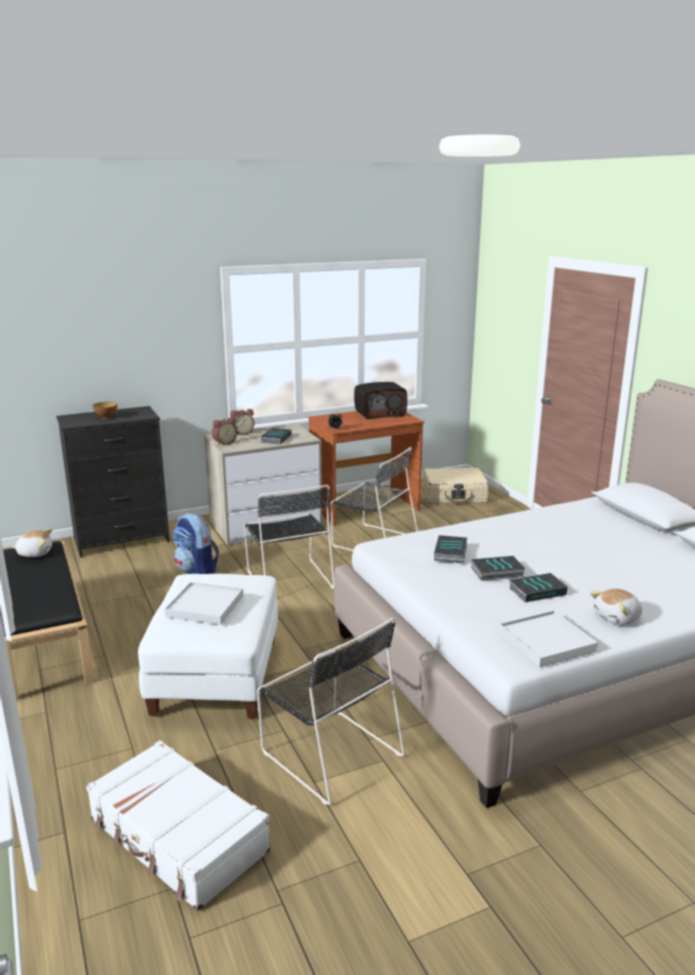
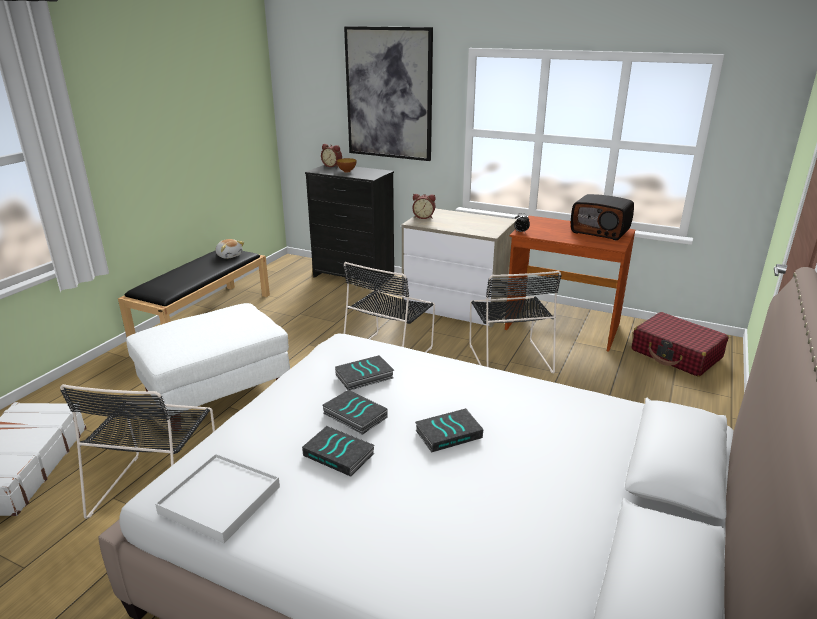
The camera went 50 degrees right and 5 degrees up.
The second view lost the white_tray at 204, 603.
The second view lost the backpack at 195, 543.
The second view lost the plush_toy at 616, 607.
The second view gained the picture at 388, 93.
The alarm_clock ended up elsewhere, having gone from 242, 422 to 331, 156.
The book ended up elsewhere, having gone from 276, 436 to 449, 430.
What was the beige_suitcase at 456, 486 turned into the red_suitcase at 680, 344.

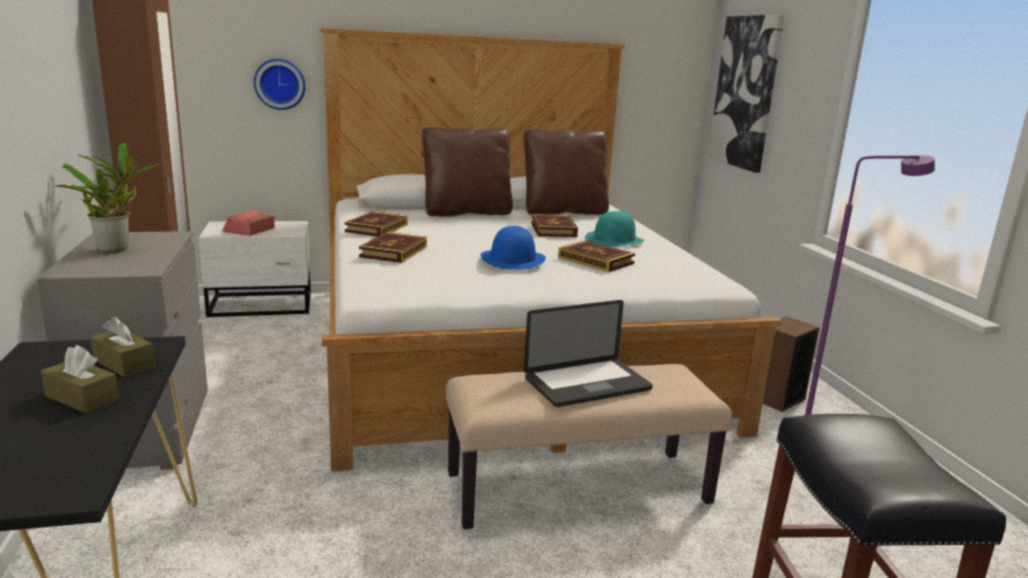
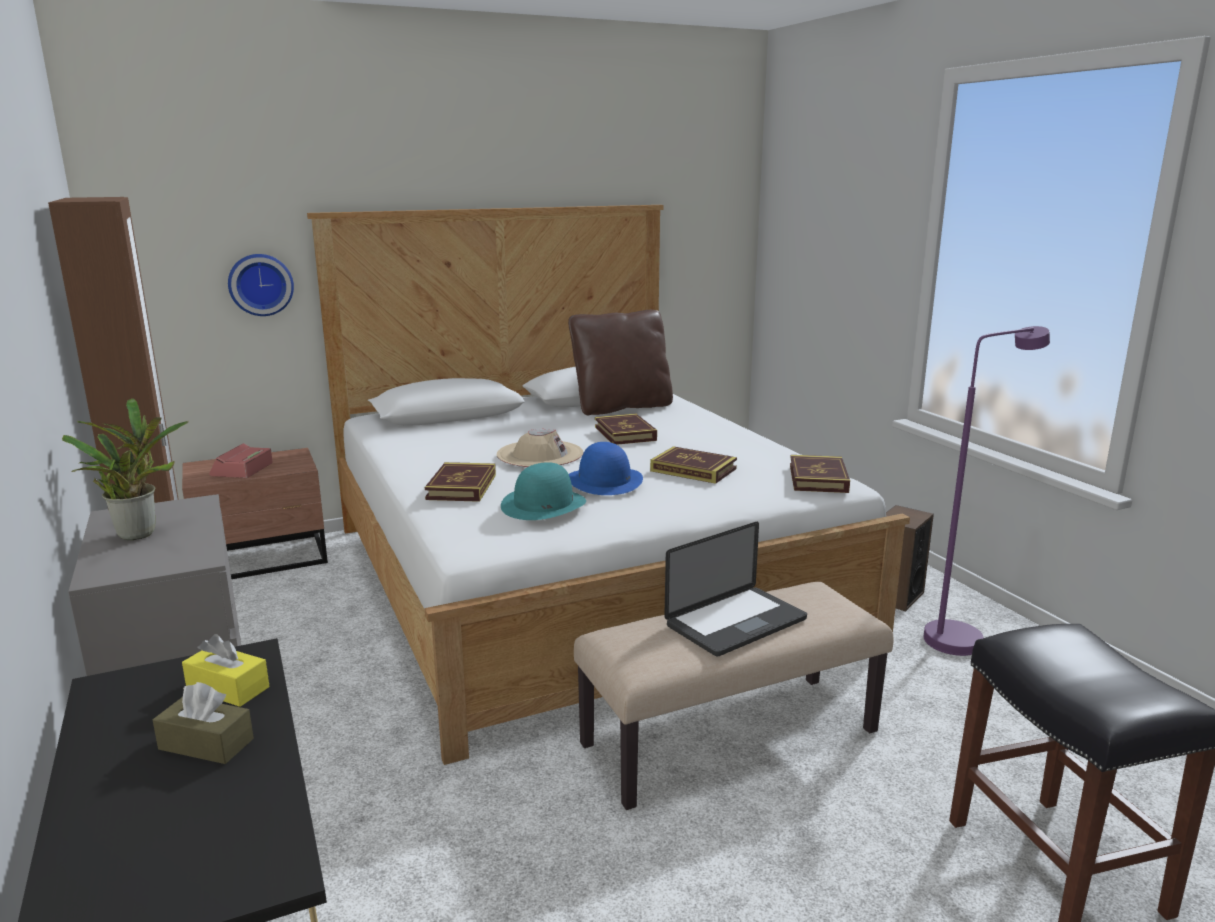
The camera went 10 degrees left and 0 degrees up.
The second view lost the brown_pillow at 467, 171.
The second view lost the picture at 746, 93.
The second view gained the beige_hat at 539, 448.
The book ended up elsewhere, having gone from 376, 224 to 820, 474.
The turquoise_hat ended up elsewhere, having gone from 614, 229 to 543, 491.
What was the brown_tissue_box at 123, 347 turned into the yellow_tissue_box at 225, 670.
What was the white_nightstand at 254, 269 turned into the brown_nightstand at 255, 513.

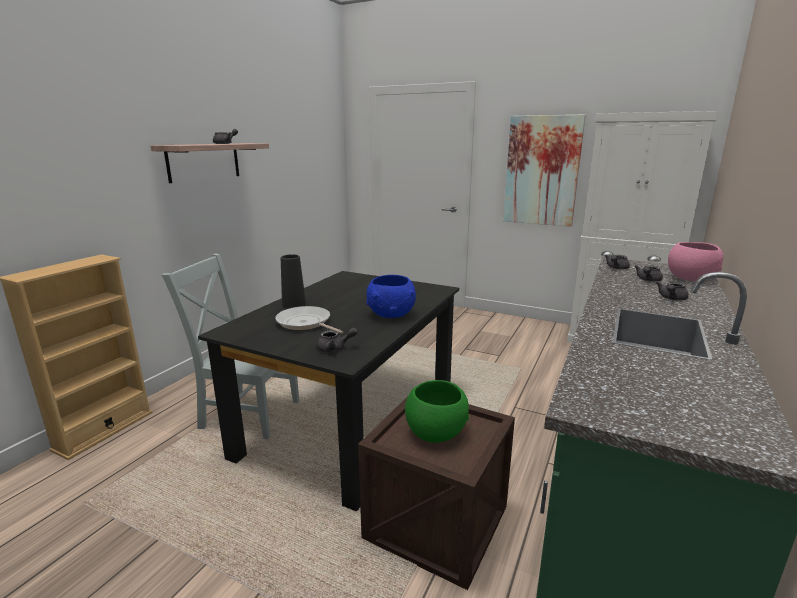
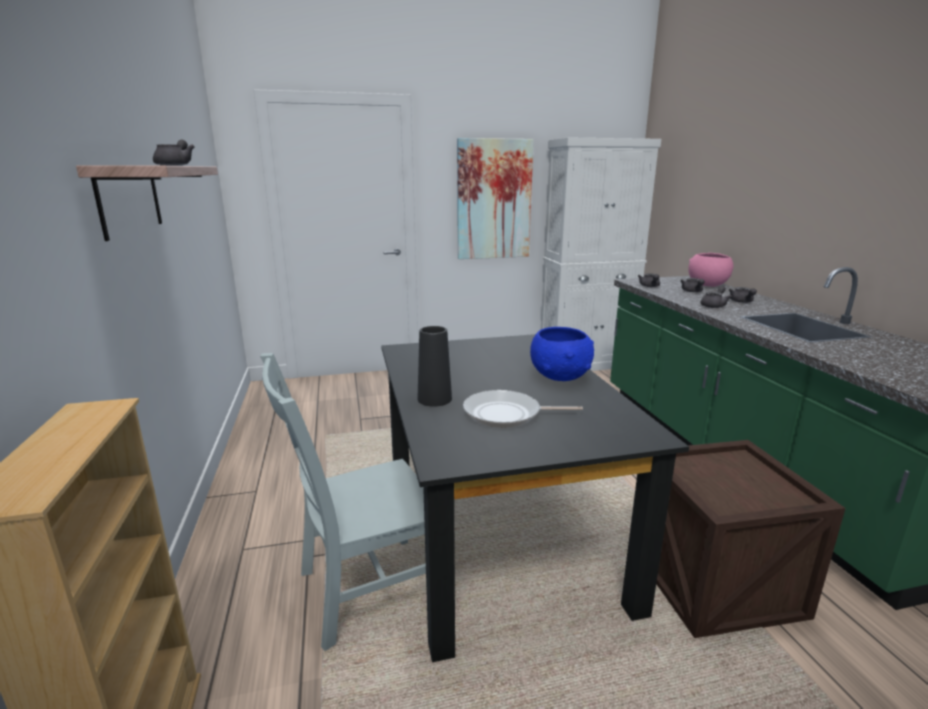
The camera went 40 degrees left and 0 degrees up.
The second view lost the green_bowl at 437, 411.
The grey_teapot ended up elsewhere, having gone from 337, 340 to 716, 297.

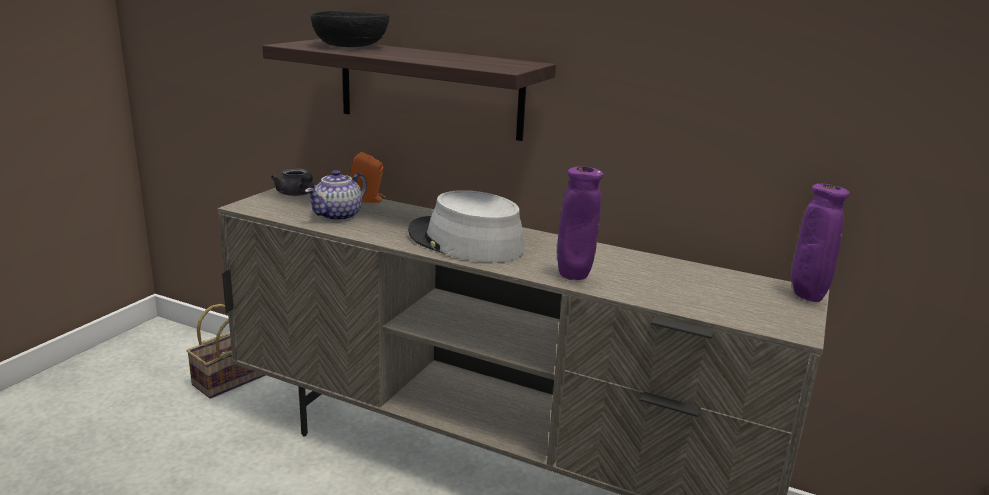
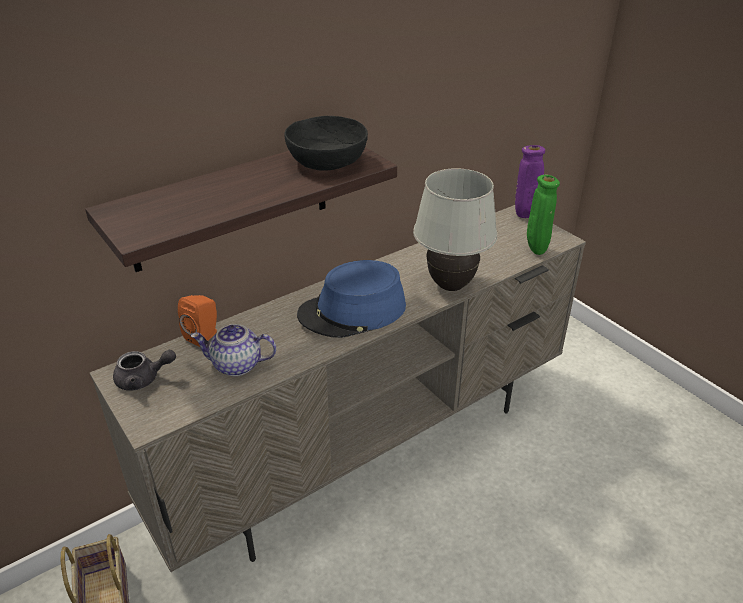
The camera went 60 degrees left and 15 degrees up.
The second view gained the green_vase at 543, 215.
The black_bowl ended up elsewhere, having gone from 350, 29 to 326, 143.
Where the purple_vase stood at 580, 223, the white_table_lamp came to stand at 455, 229.
What was the grey_hat at 466, 226 turned into the blue_hat at 351, 299.
The teapot at 336, 195 ended up facing another way, 120 degrees clockwise from before.

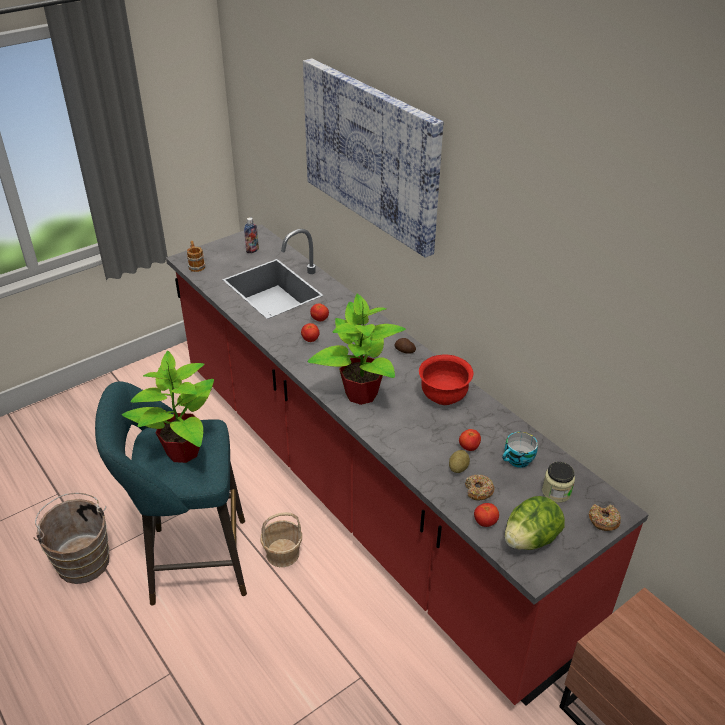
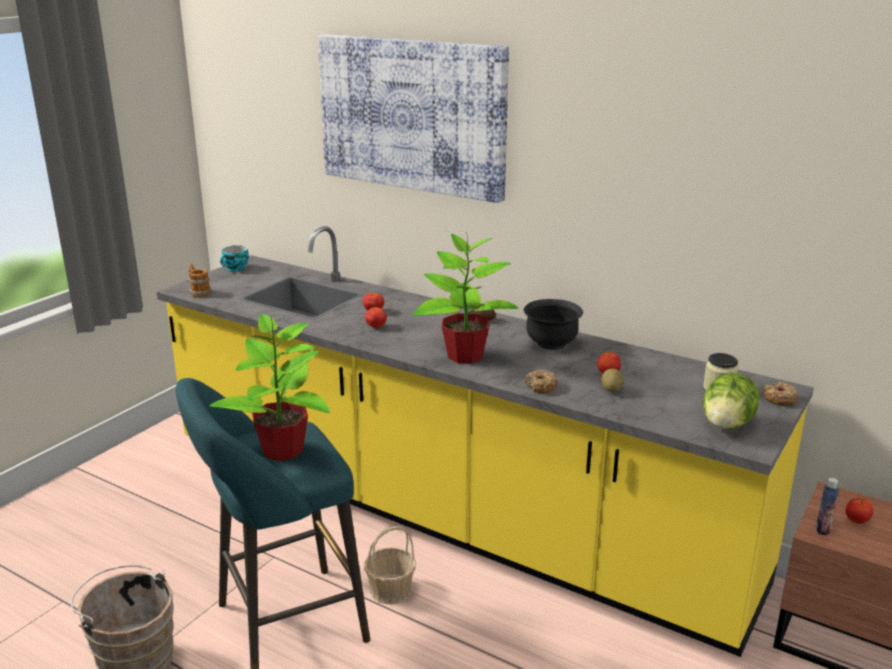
The camera went 20 degrees left and 15 degrees down.
The bottle ended up elsewhere, having gone from 251, 235 to 827, 507.
The donut ended up elsewhere, having gone from 479, 487 to 541, 381.
The tomato ended up elsewhere, having gone from 486, 515 to 859, 511.
The cup ended up elsewhere, having gone from 520, 450 to 234, 258.
What was the red_counter at 407, 465 turned into the yellow_counter at 485, 441.
What was the red_bowl at 446, 380 turned into the black_bowl at 553, 324.

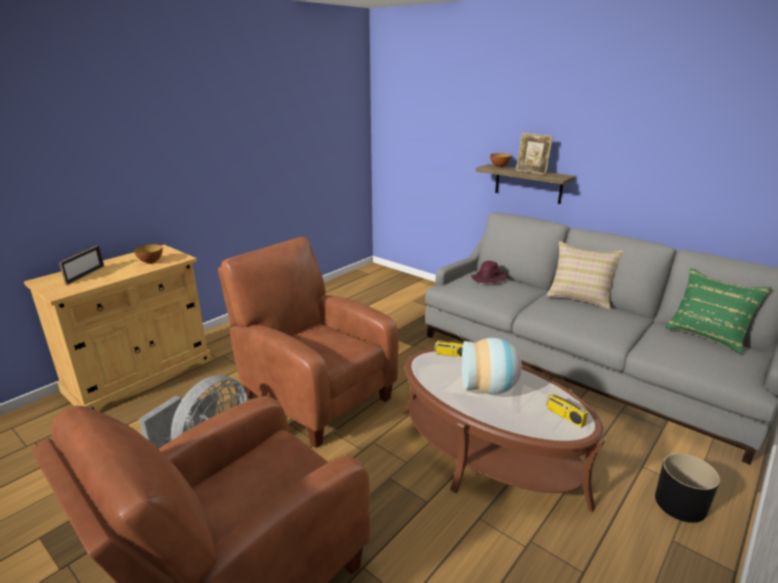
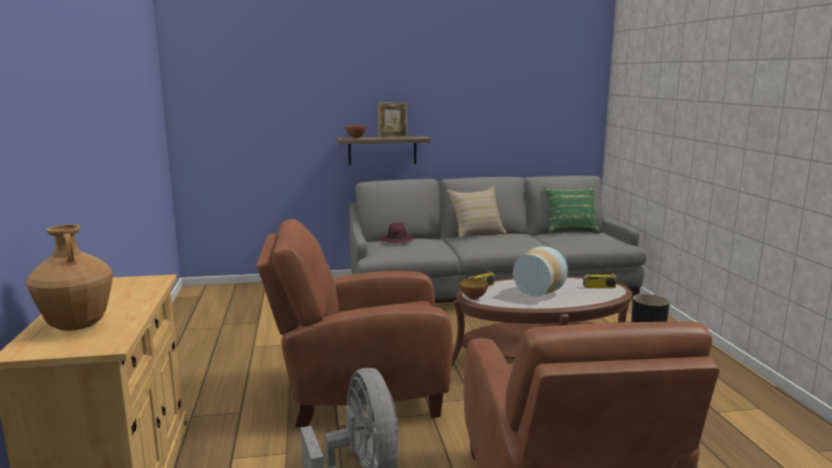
The camera went 50 degrees left and 10 degrees down.
The bowl ended up elsewhere, having gone from 148, 254 to 474, 289.
Where the picture_frame stood at 81, 265, the brown_vase came to stand at 69, 277.

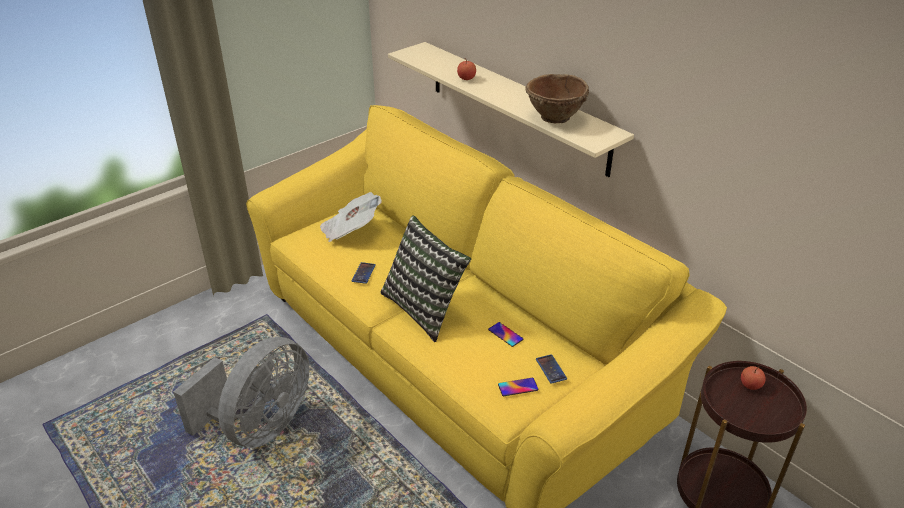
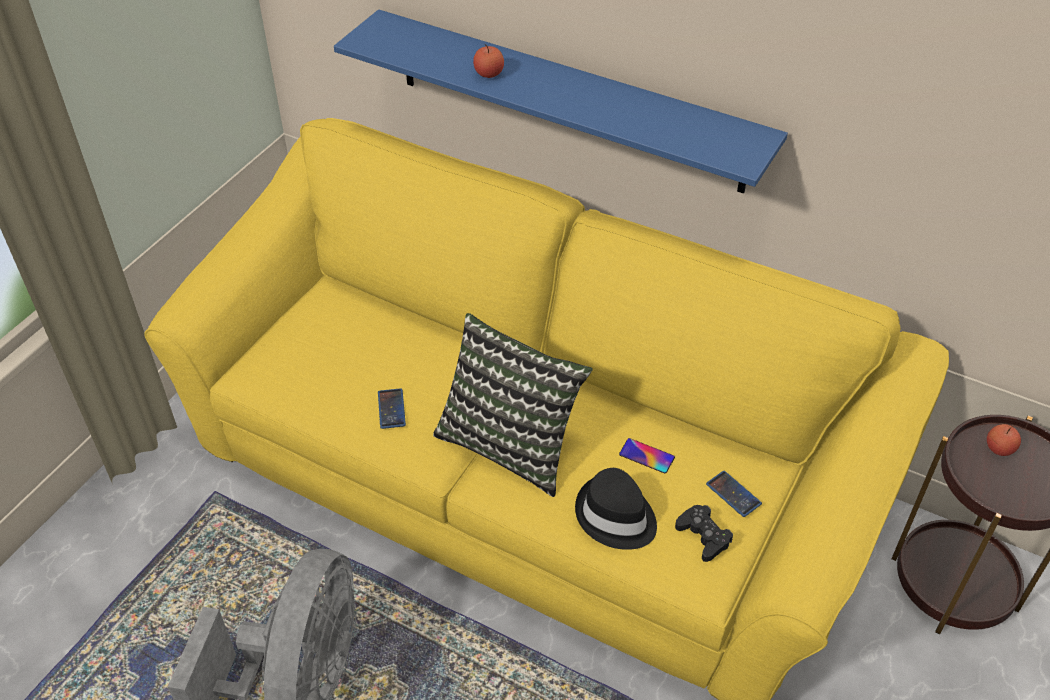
The camera went 20 degrees left and 10 degrees up.
The second view lost the newspaper at 351, 217.
The second view lost the brown_bowl at 557, 98.
The second view gained the black_hat at 616, 509.
Where the phone stood at 518, 387, the black_game_controller came to stand at 704, 533.
What was the beige_shelf at 511, 109 turned into the blue_shelf at 561, 101.

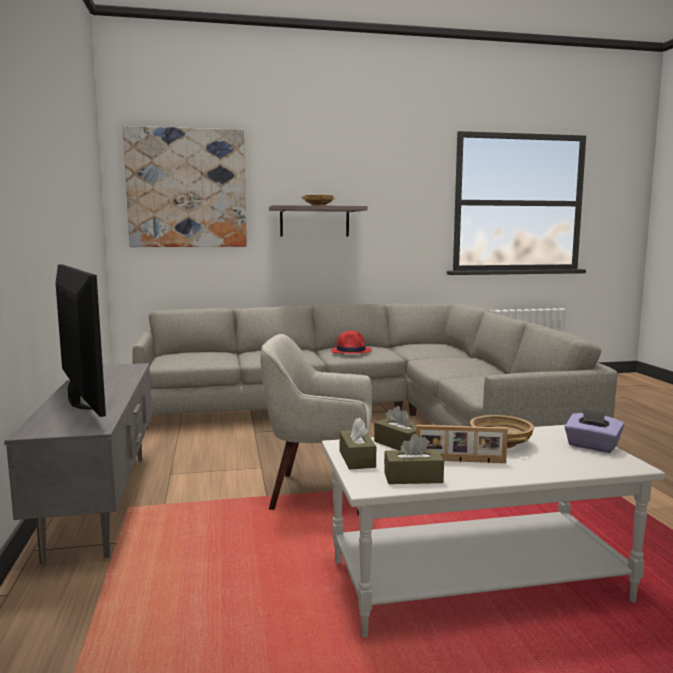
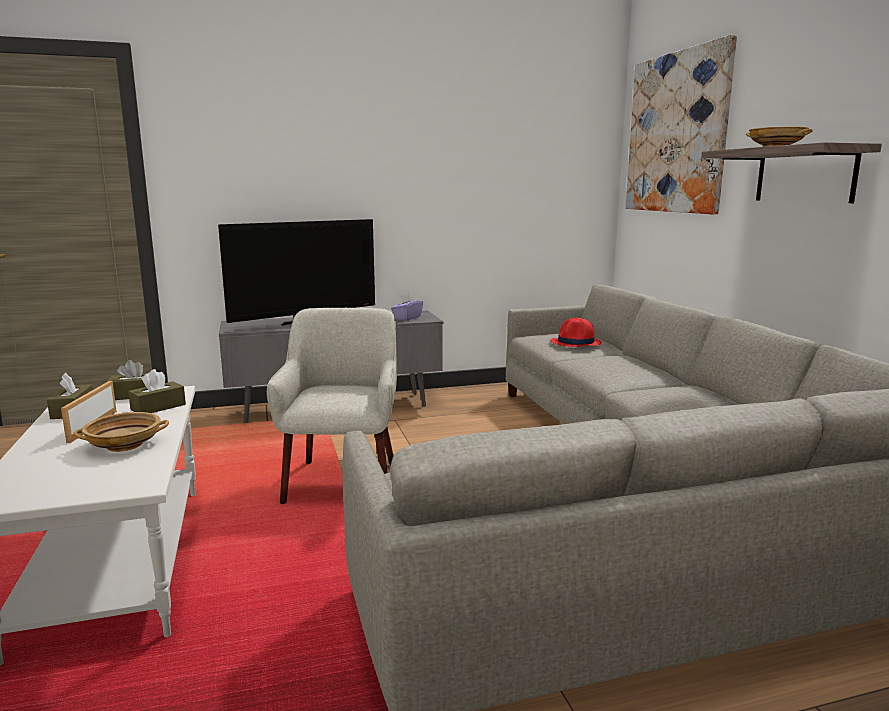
The camera went 85 degrees right and 5 degrees up.
The red_hat ended up elsewhere, having gone from 351, 342 to 575, 332.
The purple_tissue_box ended up elsewhere, having gone from 594, 430 to 407, 307.

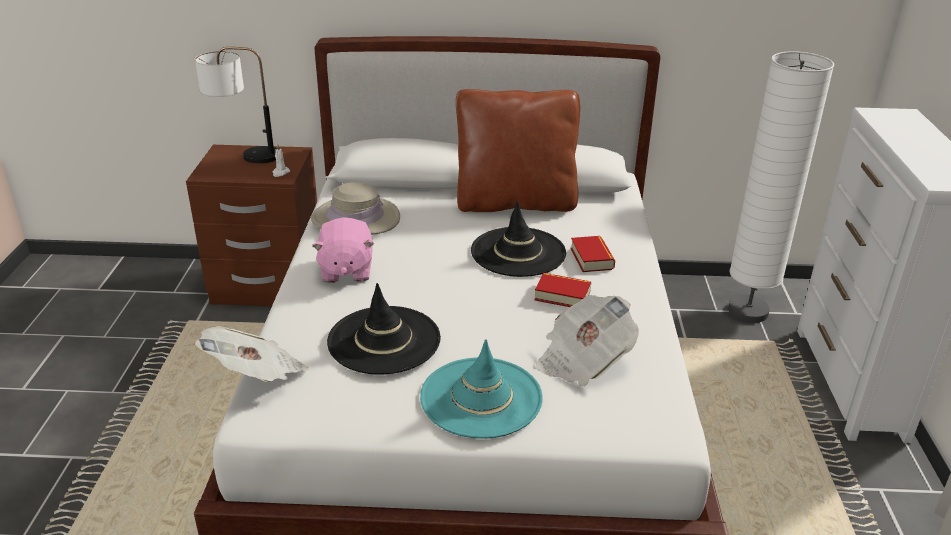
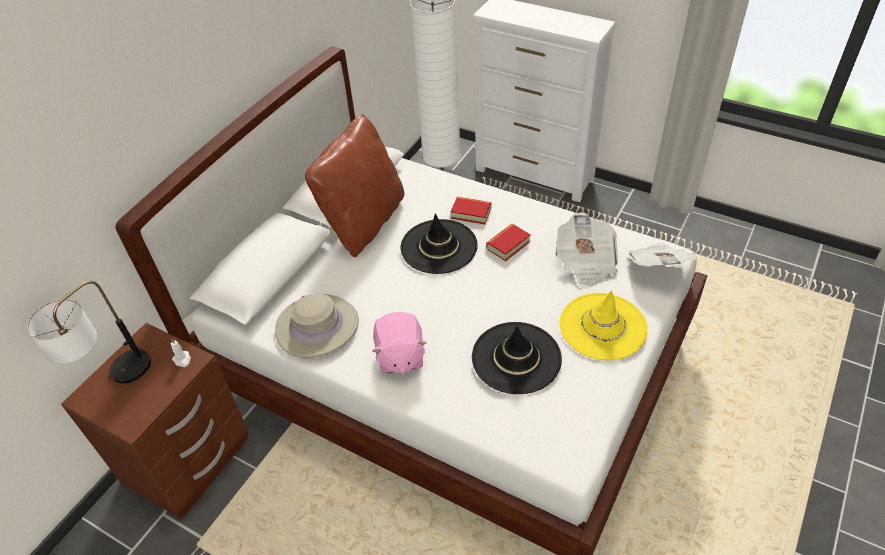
The camera went 60 degrees left and 15 degrees up.
The newspaper ended up elsewhere, having gone from 251, 354 to 662, 255.
What was the turquoise_hat at 481, 389 turned into the yellow_hat at 604, 325.
The pink_plush_toy at 343, 250 ended up facing another way, 60 degrees clockwise from before.

